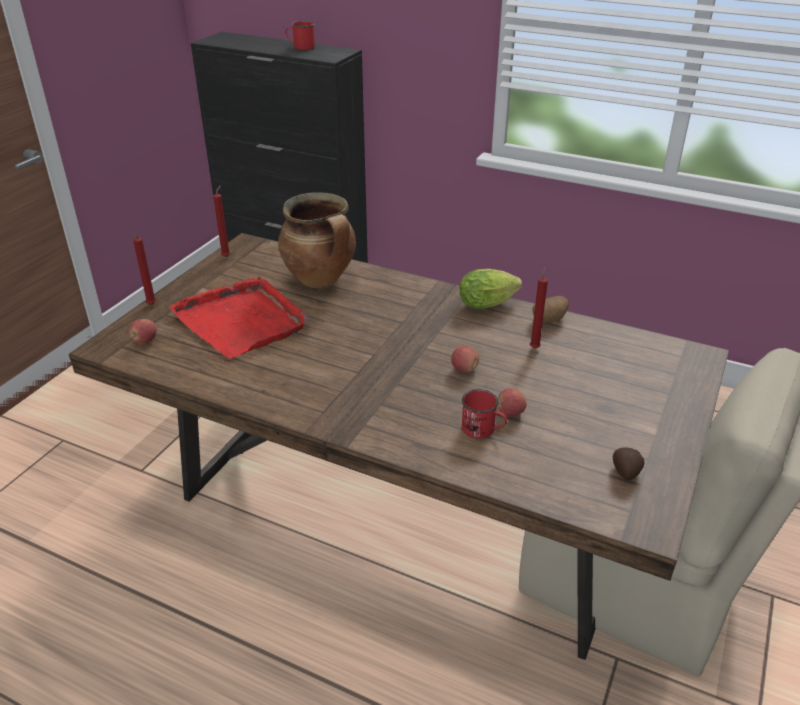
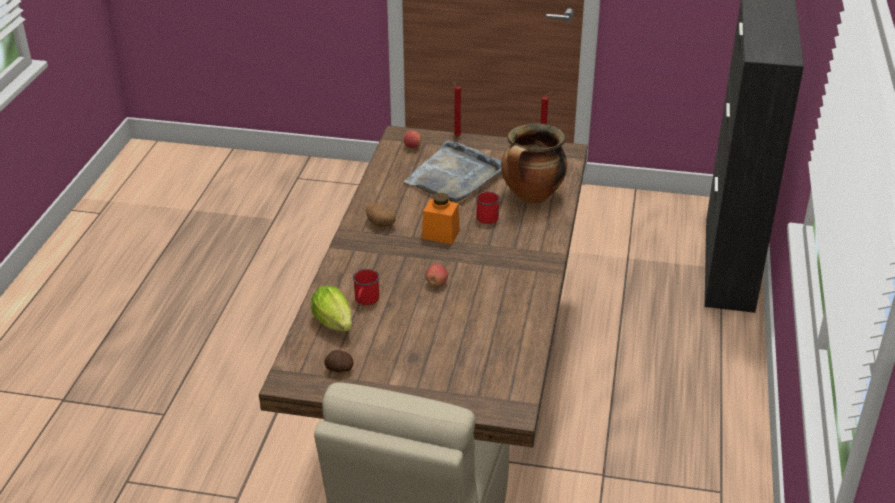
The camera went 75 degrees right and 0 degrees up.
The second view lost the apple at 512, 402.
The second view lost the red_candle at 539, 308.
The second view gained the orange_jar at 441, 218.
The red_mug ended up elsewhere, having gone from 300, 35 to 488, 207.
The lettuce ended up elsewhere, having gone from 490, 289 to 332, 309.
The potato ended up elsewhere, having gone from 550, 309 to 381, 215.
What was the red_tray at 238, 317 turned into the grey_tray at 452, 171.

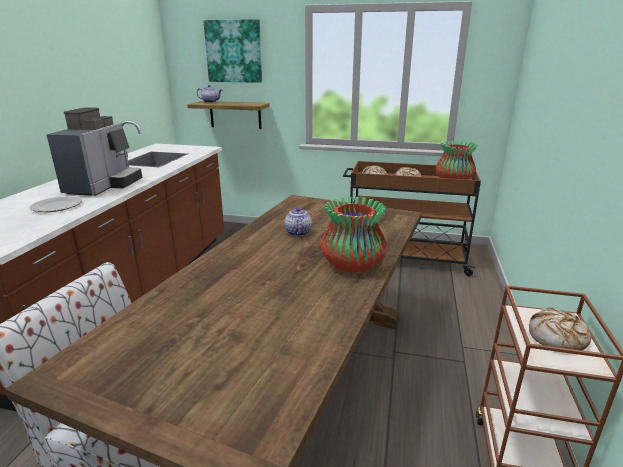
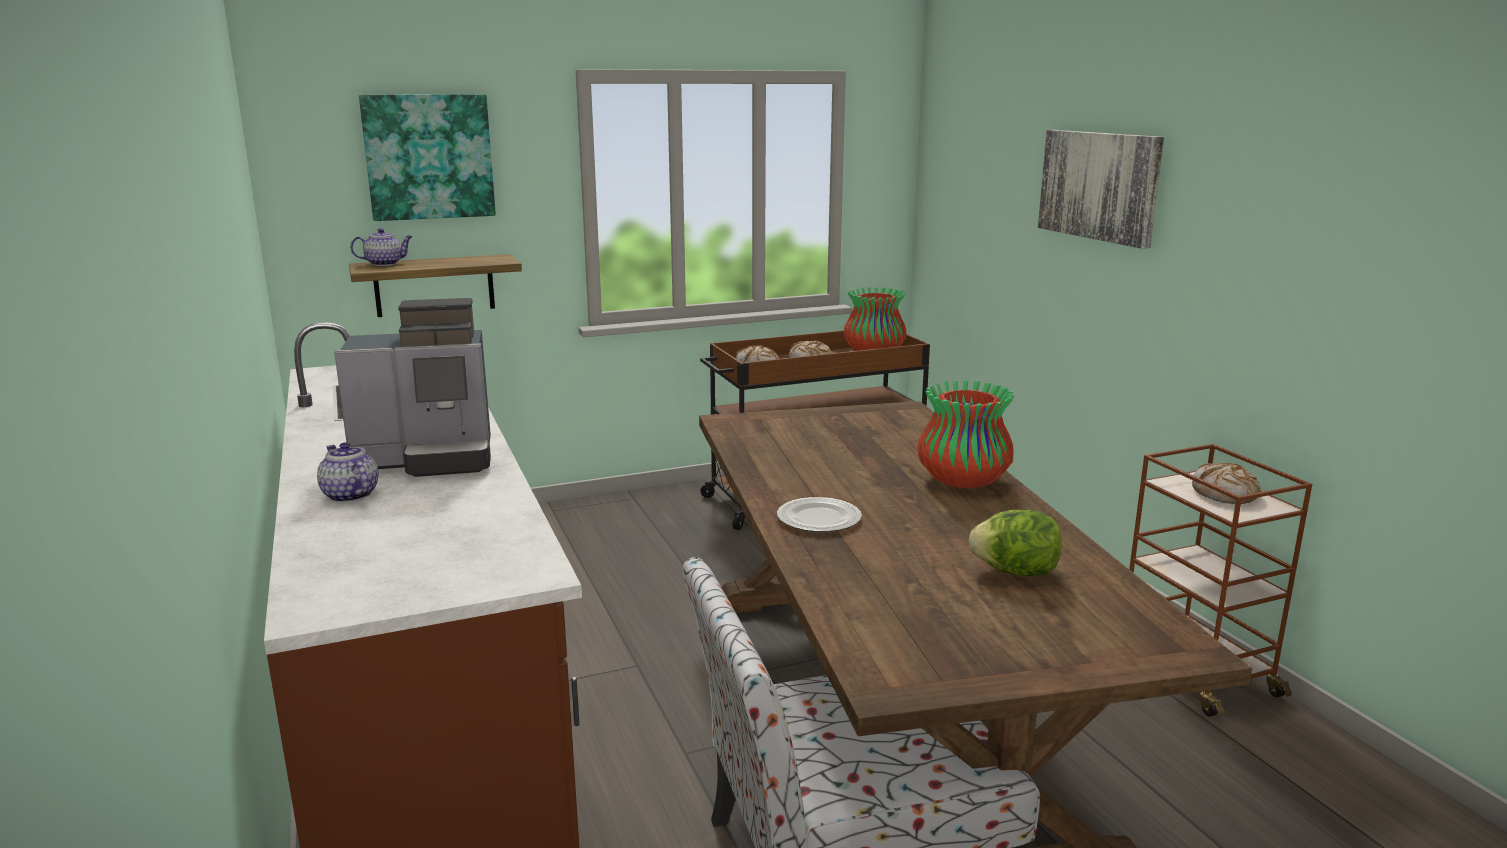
The camera went 35 degrees left and 5 degrees down.
The second view gained the lettuce at 1015, 543.
The second view gained the picture at 1101, 189.
The plate ended up elsewhere, having gone from 55, 204 to 819, 514.
The teapot ended up elsewhere, having gone from 298, 221 to 348, 472.
The coffee_machine at 94, 151 ended up facing another way, 105 degrees clockwise from before.

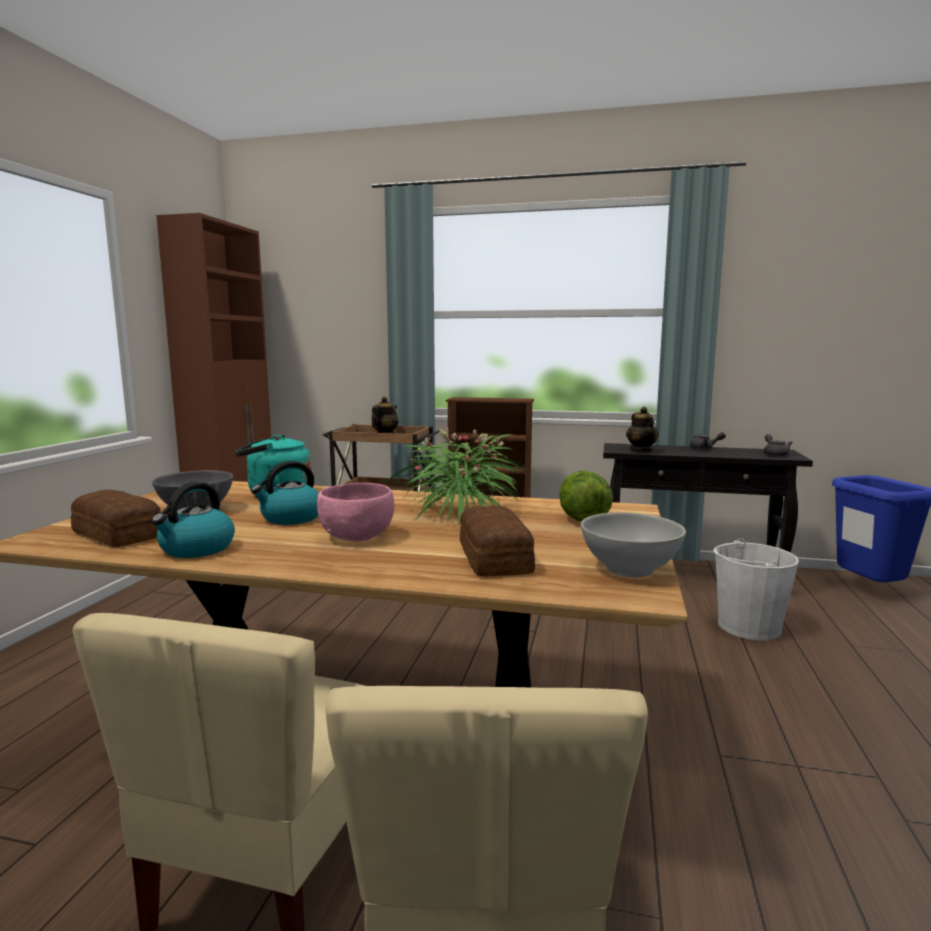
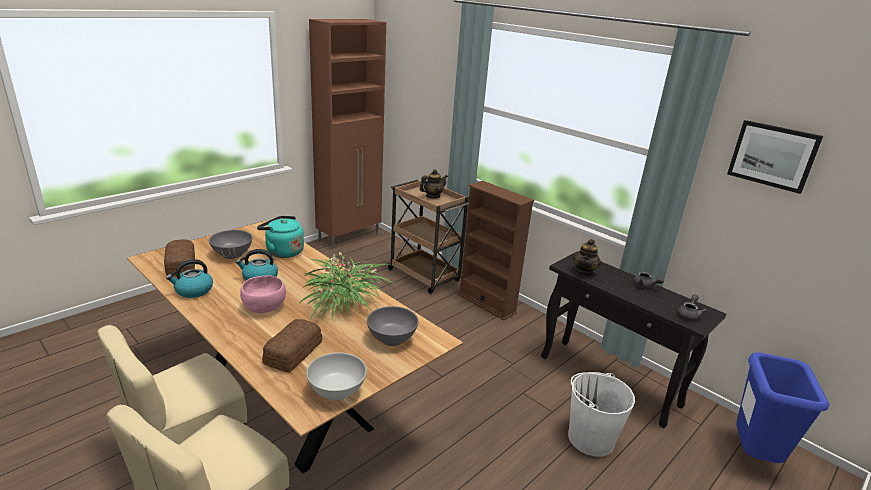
The camera went 30 degrees right and 15 degrees up.
The second view gained the picture at 775, 157.
Where the lettuce stood at 586, 496, the grey_bowl came to stand at 393, 326.

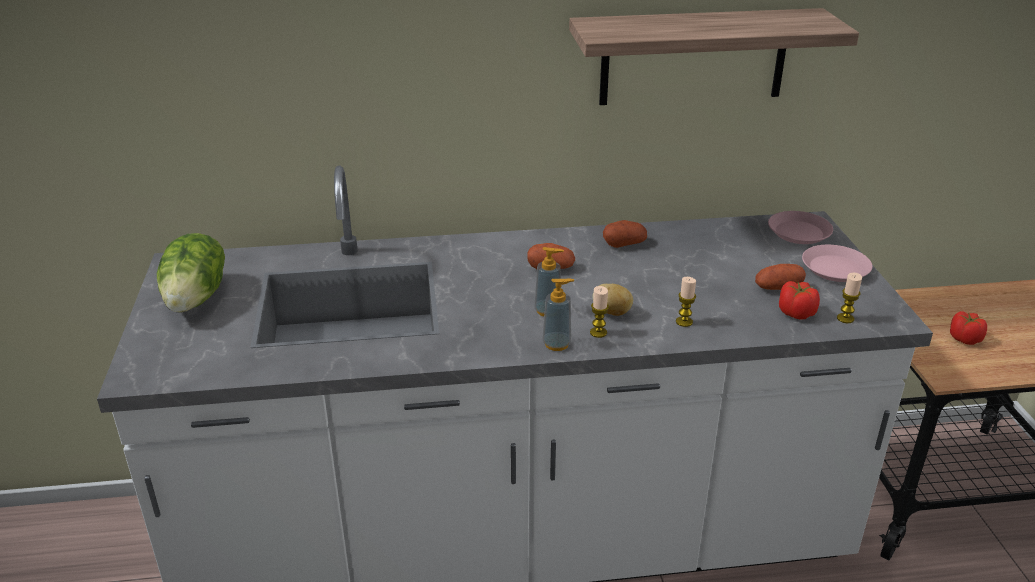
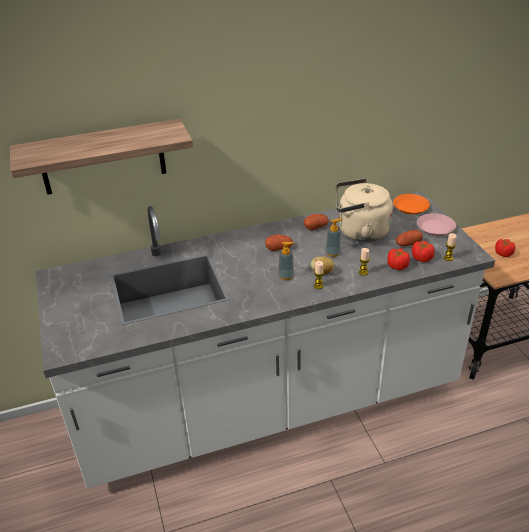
The camera went 10 degrees left and 5 degrees up.
The second view lost the lettuce at 191, 273.
The second view gained the beige_kettle at 364, 210.
The second view gained the tomato at 398, 259.
The soap_dispenser ended up elsewhere, having gone from 558, 315 to 334, 238.
The shelf ended up elsewhere, having gone from 714, 56 to 101, 157.
What was the pink_plate at 800, 227 turned into the orange_plate at 411, 204.

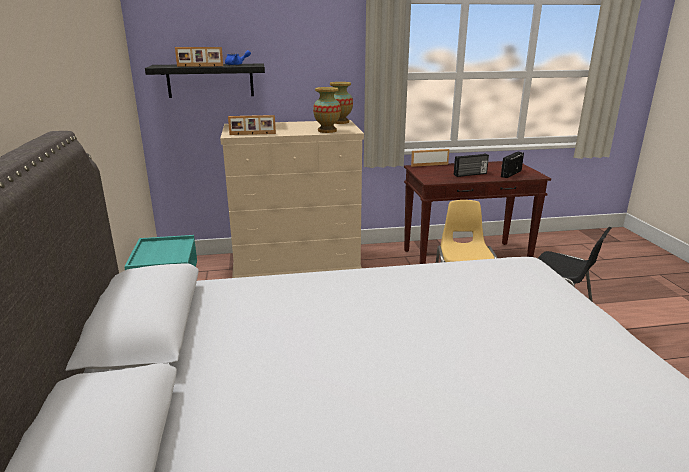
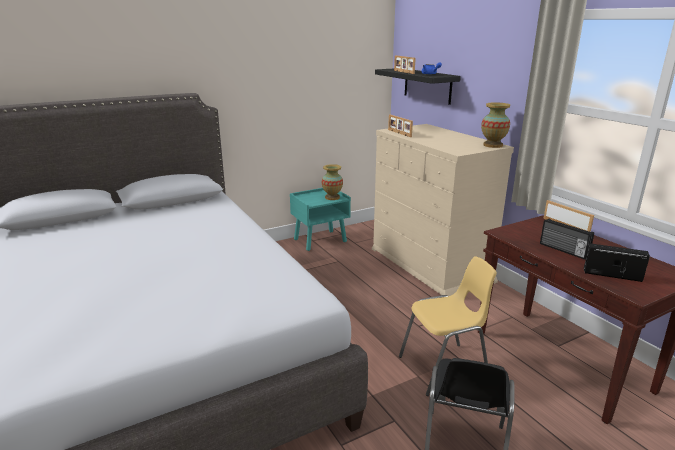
The camera went 70 degrees right and 0 degrees up.
The vase ended up elsewhere, having gone from 327, 110 to 332, 182.

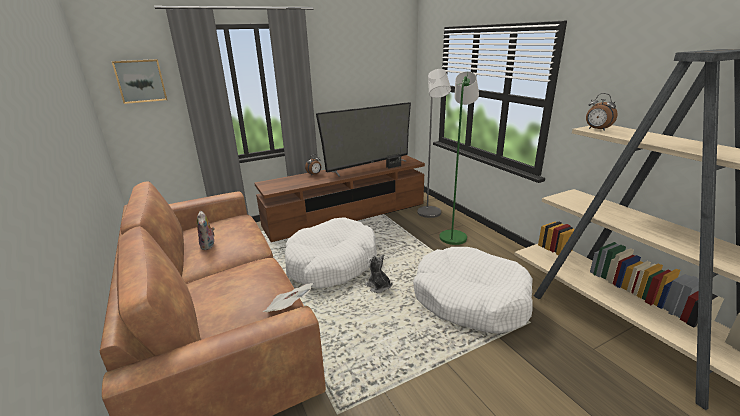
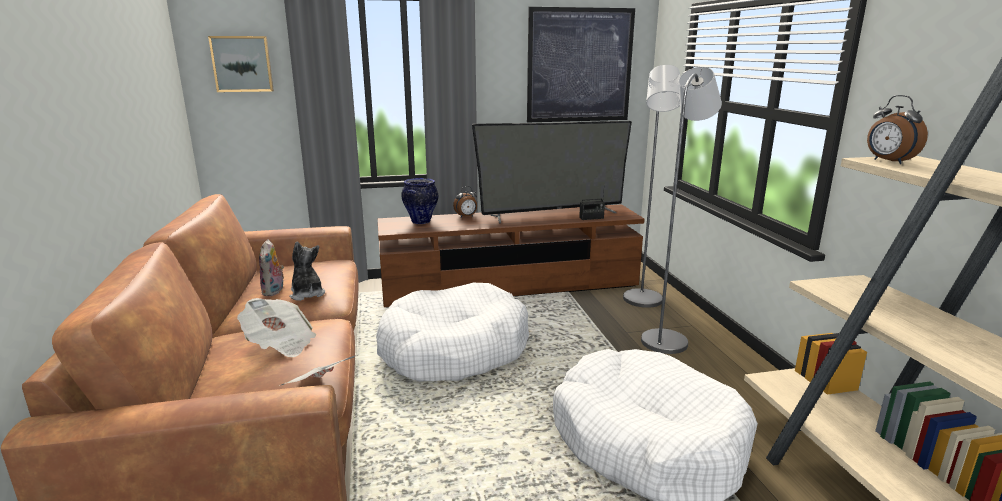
The camera went 15 degrees right and 5 degrees down.
The second view gained the newspaper at 276, 327.
The second view gained the vase at 419, 201.
The second view gained the picture at 581, 64.
The plush_toy ended up elsewhere, having gone from 378, 274 to 307, 271.
What was the green_floor_lamp at 459, 158 turned into the grey_floor_lamp at 681, 210.

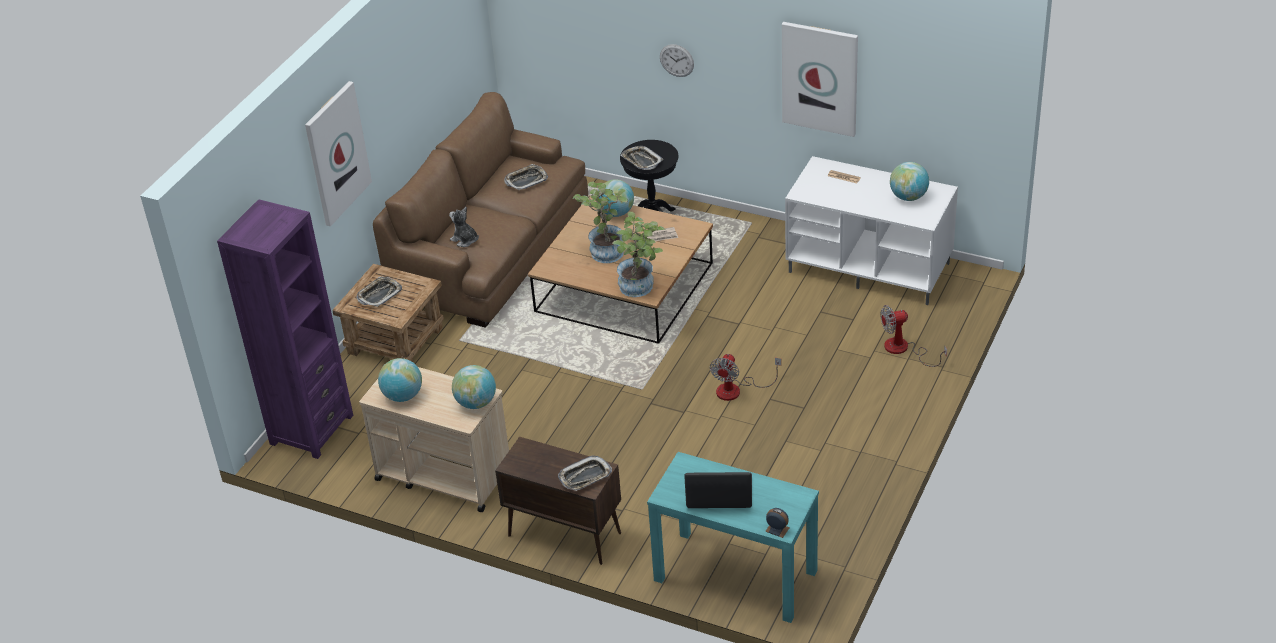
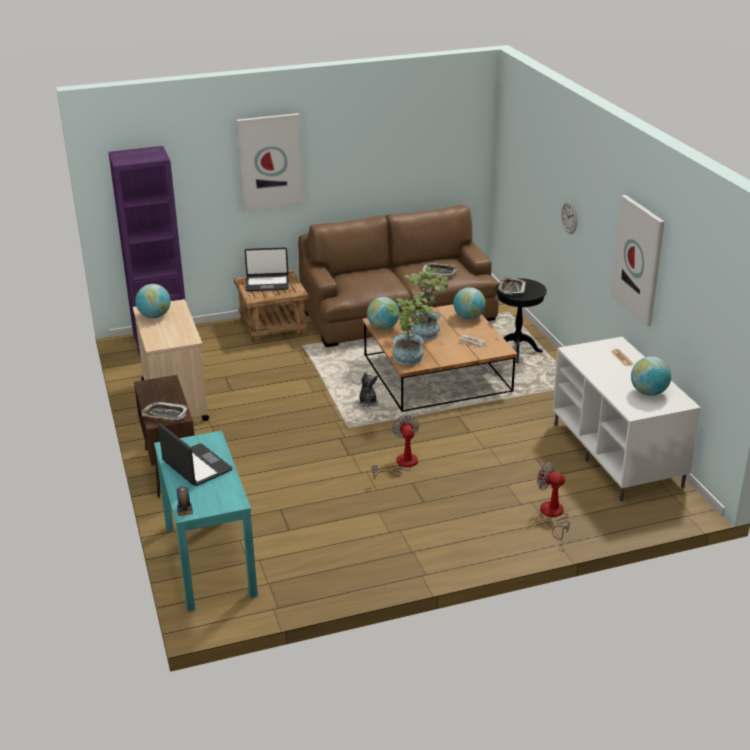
The camera went 45 degrees right and 10 degrees down.
The plush_toy ended up elsewhere, having gone from 464, 227 to 367, 389.
The globe ended up elsewhere, having gone from 474, 387 to 383, 313.
Where the tray stood at 379, 291, the laptop came to stand at 267, 269.
The fan at 745, 377 ended up facing another way, 105 degrees clockwise from before.

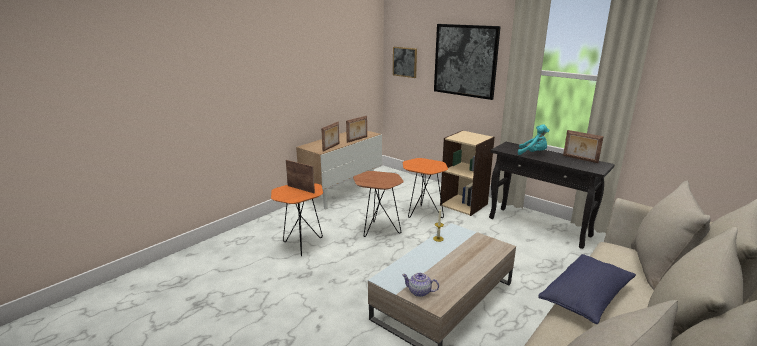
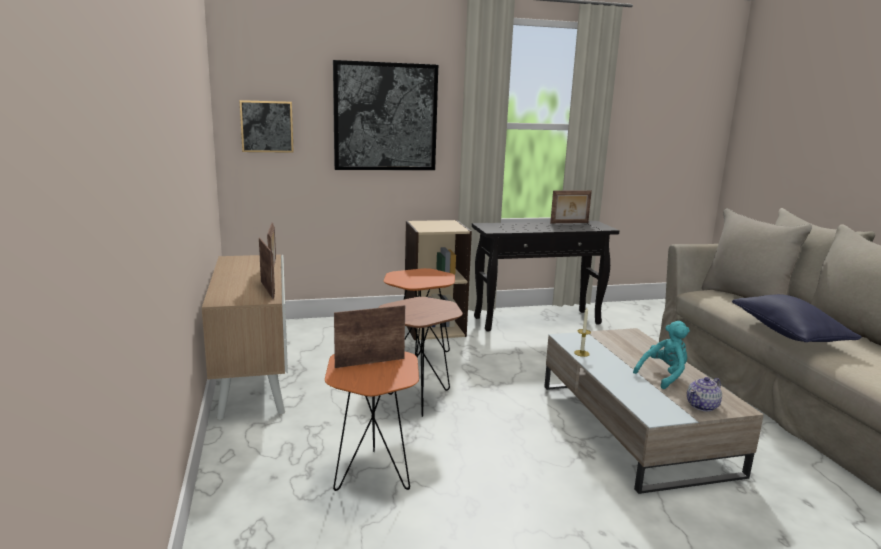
The camera went 55 degrees left and 5 degrees down.
The turquoise_plush_toy ended up elsewhere, having gone from 533, 139 to 661, 355.

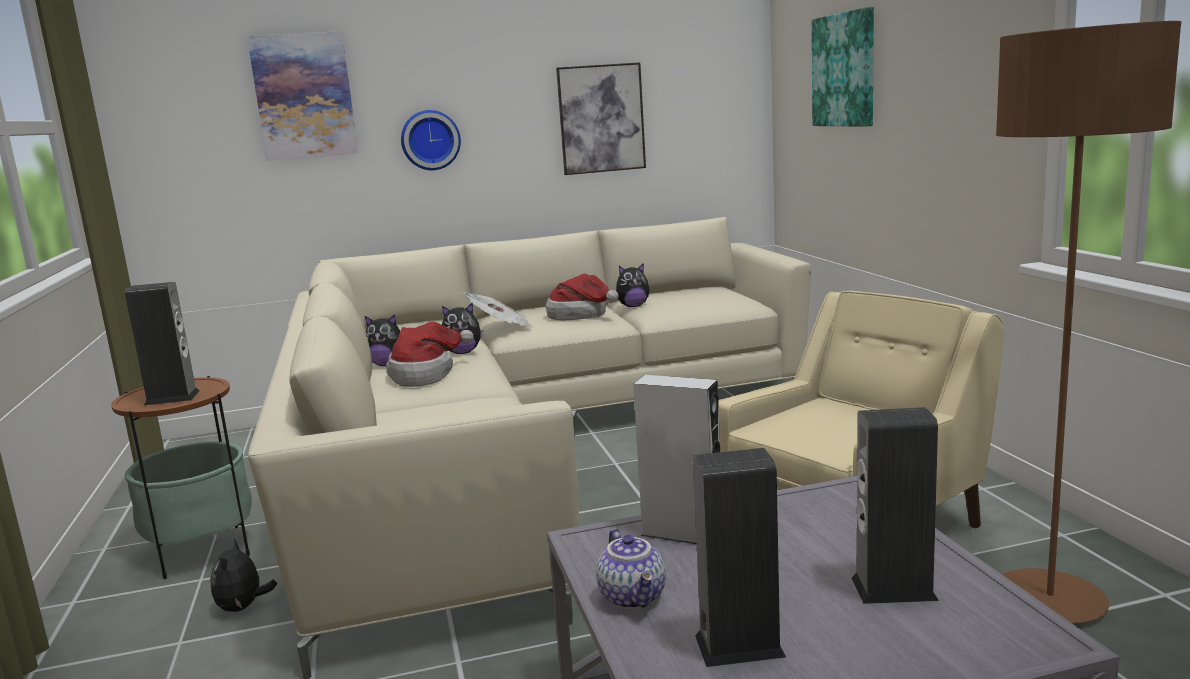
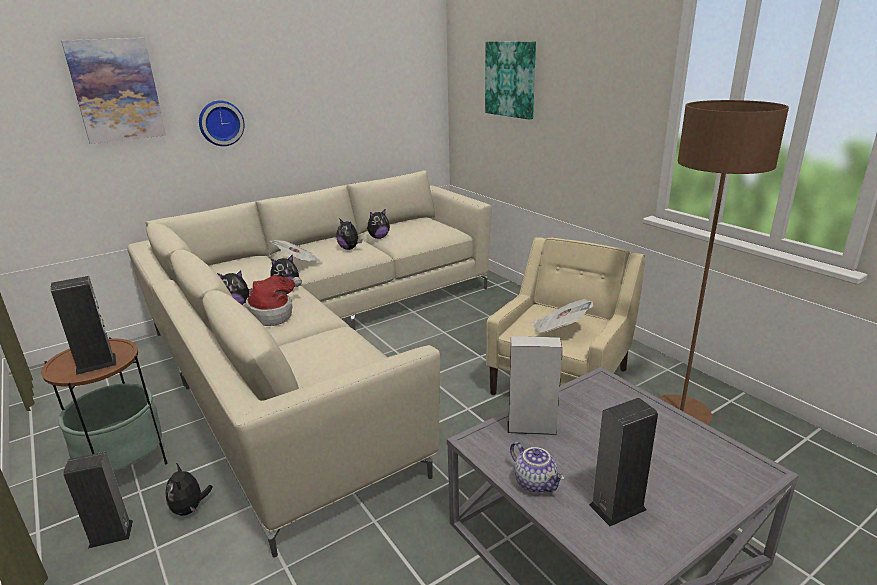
The camera went 20 degrees left and 10 degrees up.
The second view lost the picture at 601, 118.
The second view gained the newspaper at 563, 316.
The speaker ended up elsewhere, having gone from 895, 505 to 98, 500.
Where the hat stood at 582, 297, the plush_toy came to stand at 349, 234.

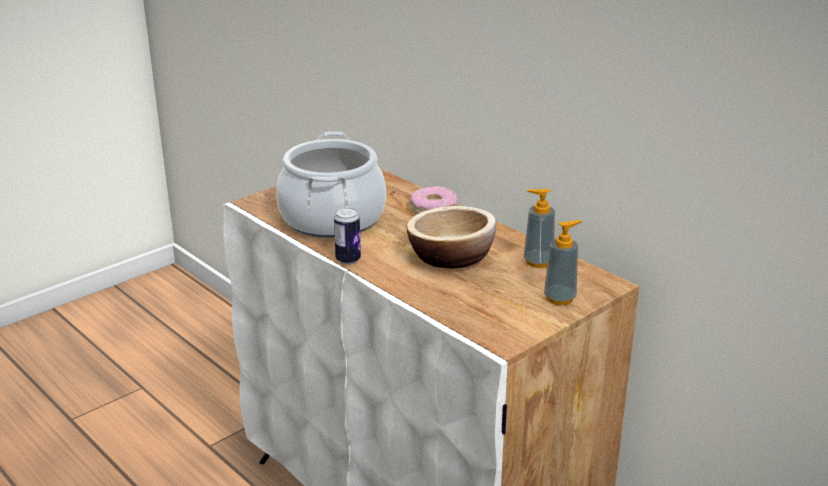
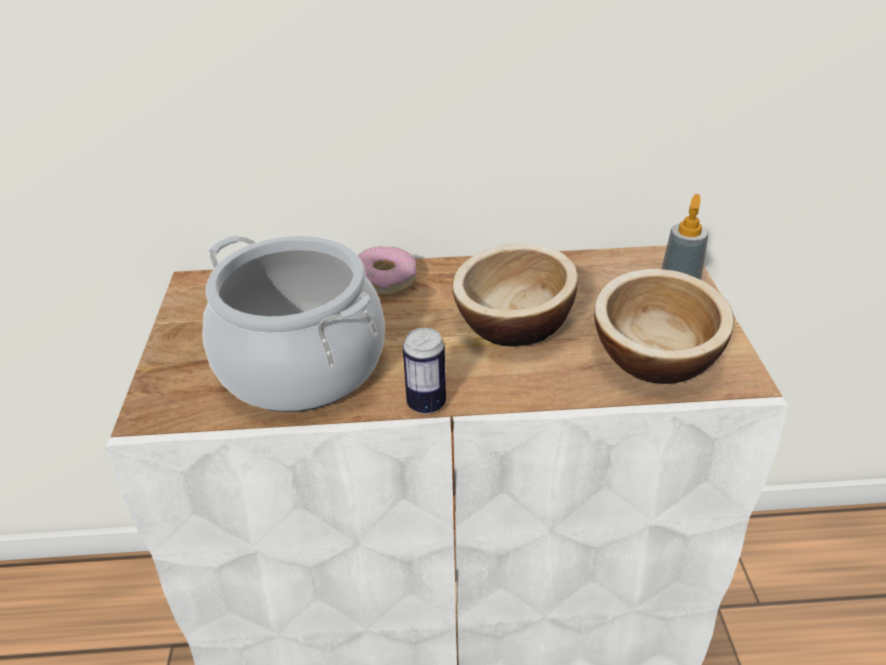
The camera went 50 degrees left and 10 degrees up.
The second view lost the soap_dispenser at 539, 228.
The second view gained the bowl at 664, 326.

